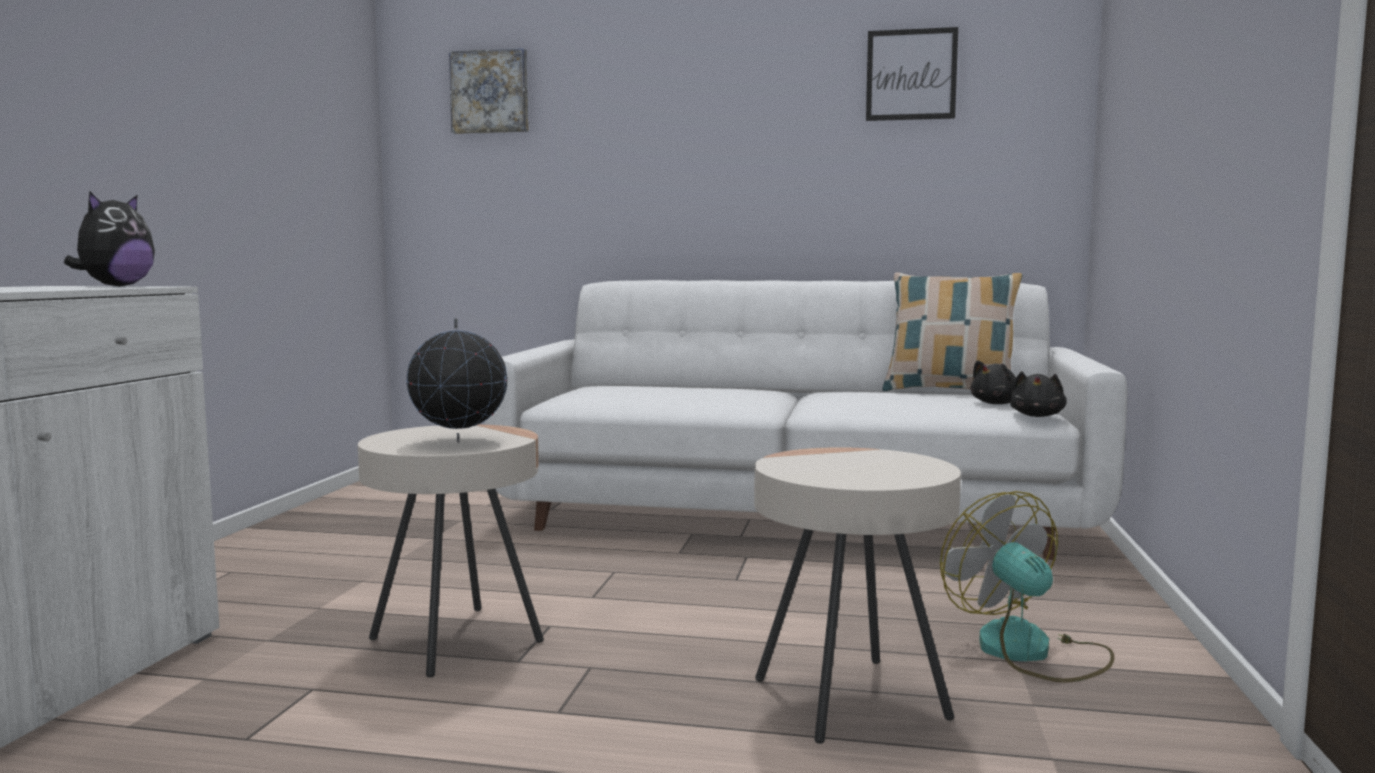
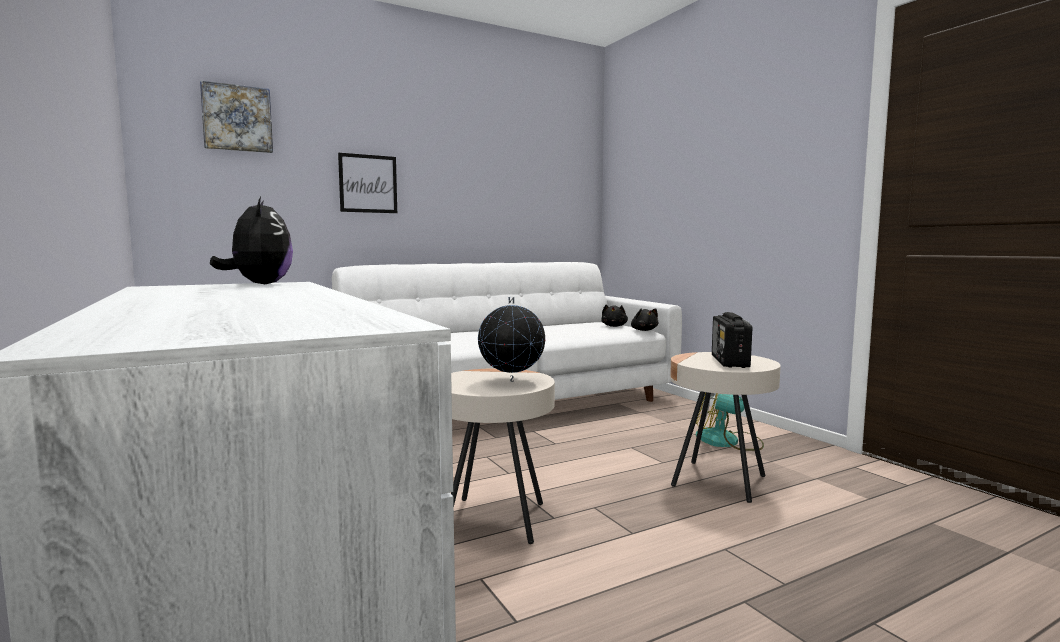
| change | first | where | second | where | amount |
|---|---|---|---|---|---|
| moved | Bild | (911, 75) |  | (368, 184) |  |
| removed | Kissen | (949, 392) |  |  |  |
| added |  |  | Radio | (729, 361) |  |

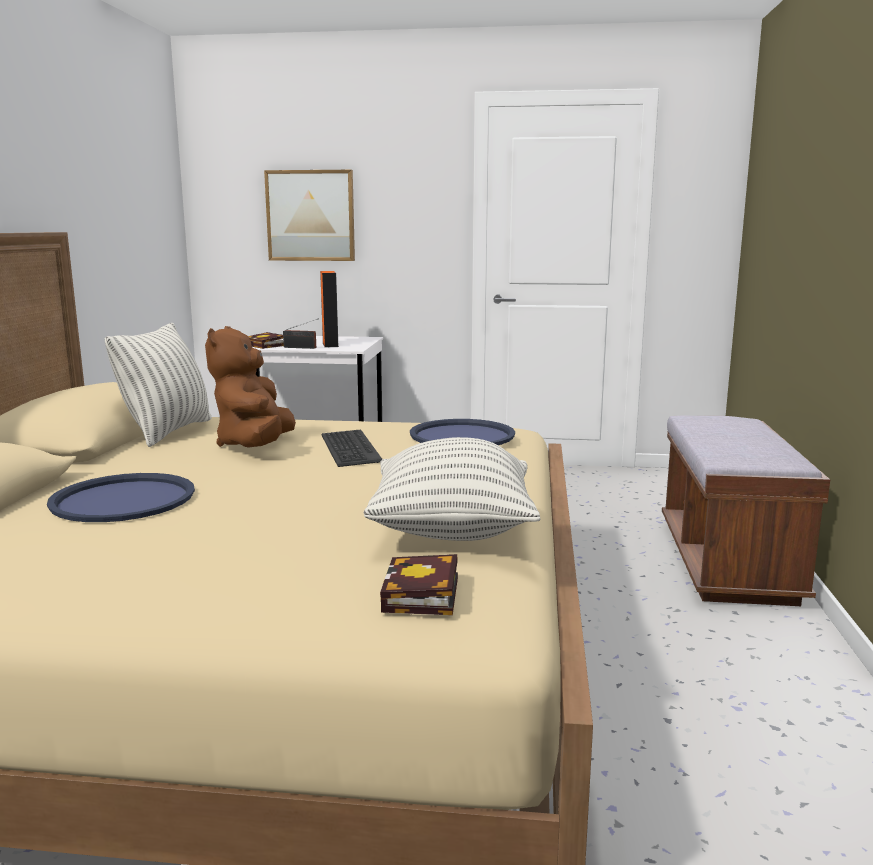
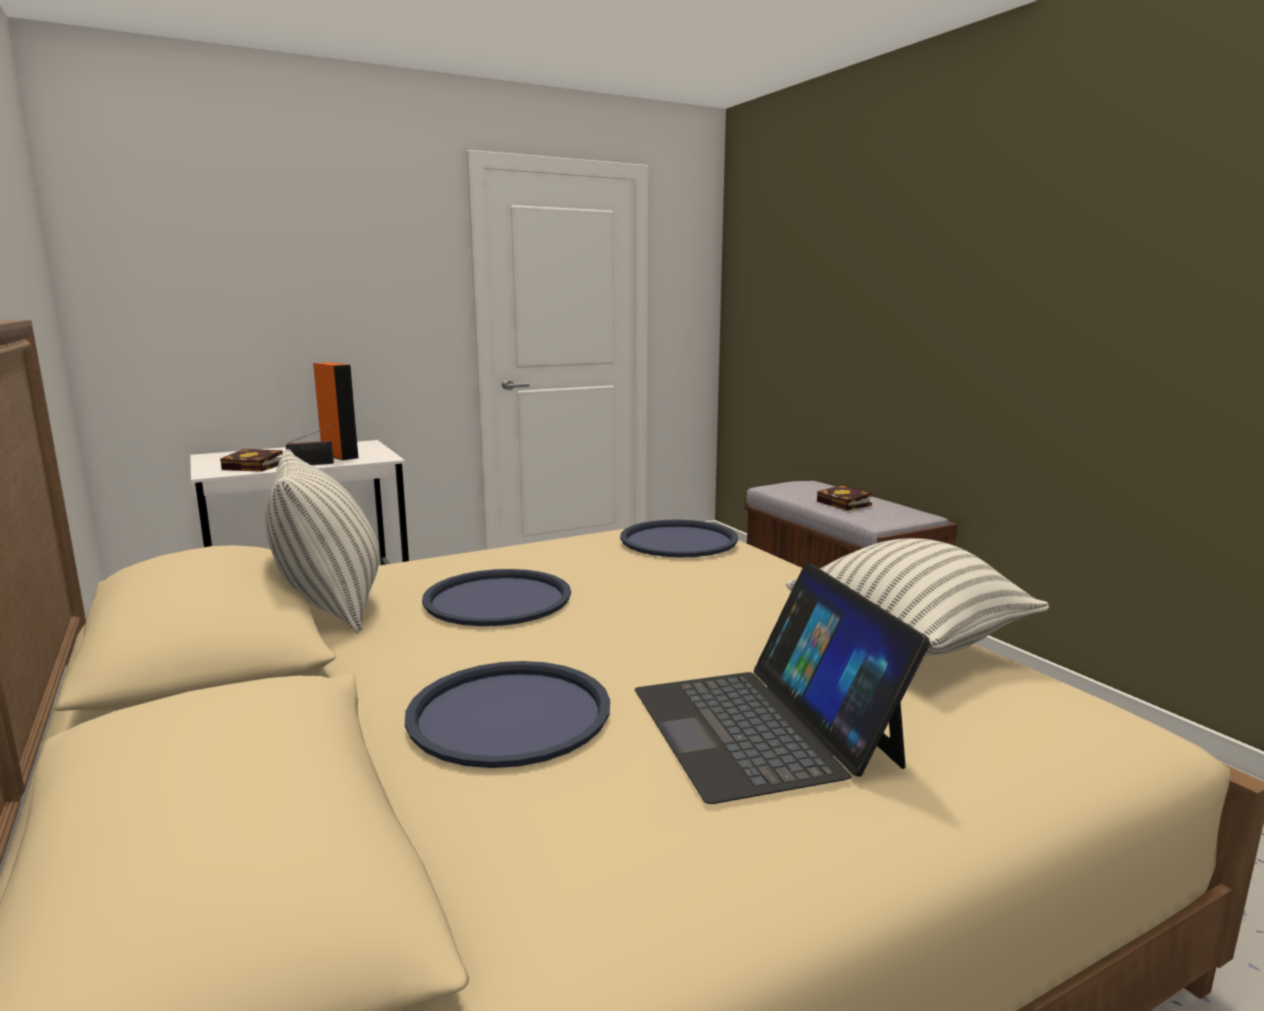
| change | first | where | second | where | amount |
|---|---|---|---|---|---|
| replaced | Plüschtier [braun] | (255, 446) | Tablett [blau] | (497, 599) |  |
| removed | Bild | (310, 216) |  |  |  |
| removed | Tastatur | (349, 449) |  |  |  |
| moved | Buch | (422, 596) |  | (846, 504) |  |
| added |  |  | Laptop | (763, 725) |  |

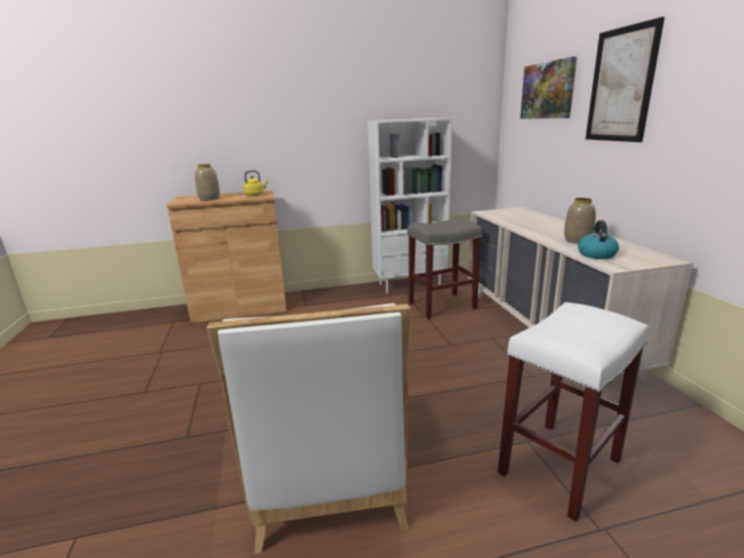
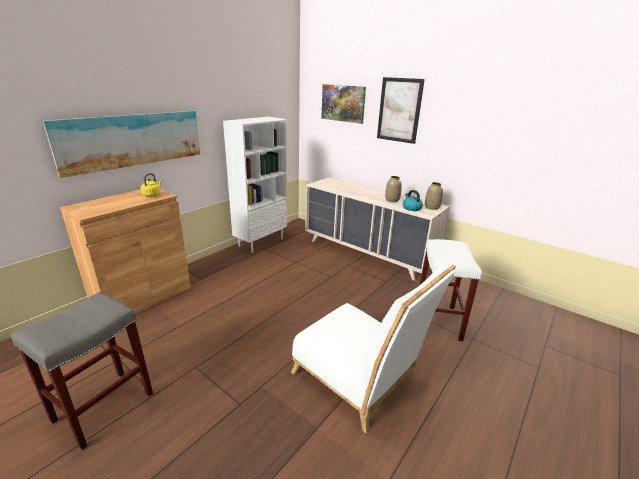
| change | first | where | second | where | amount |
|---|---|---|---|---|---|
| moved | Vase | (209, 199) |  | (432, 207) |  |
| moved | Hocker [grau] | (442, 305) |  | (104, 405) |  |
| added |  |  | Bild | (133, 140) |  |

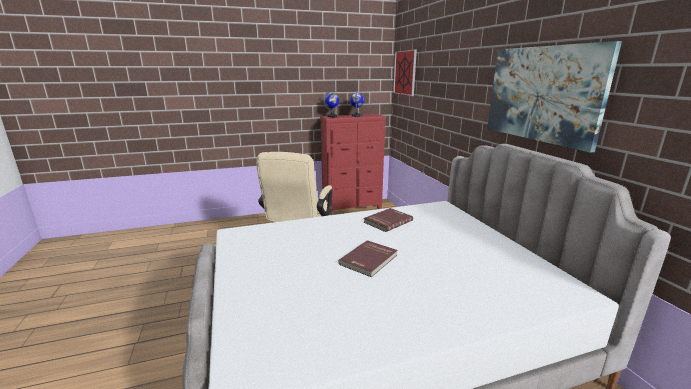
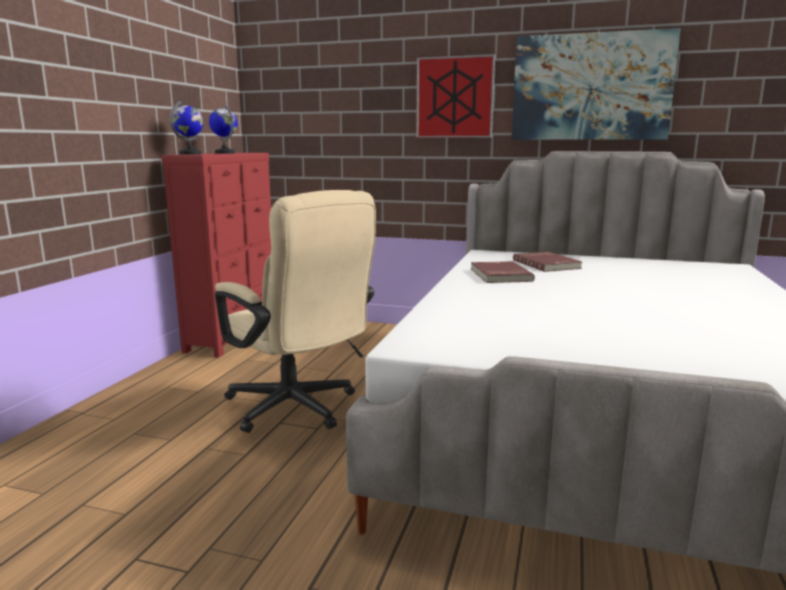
| change | first | where | second | where | amount |
|---|---|---|---|---|---|
| moved | Buch [rot] | (369, 260) |  | (547, 264) |  |
| moved | Bild | (405, 73) |  | (454, 97) |  |

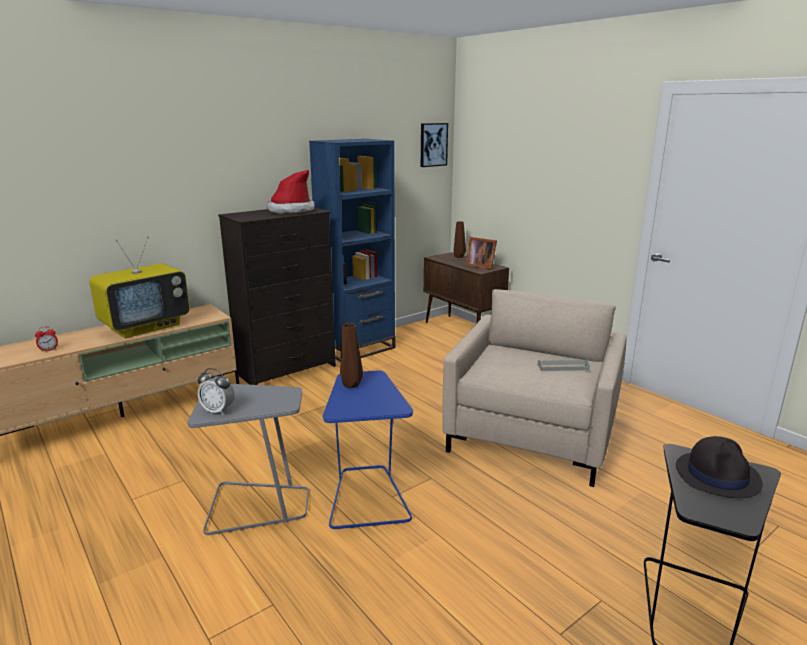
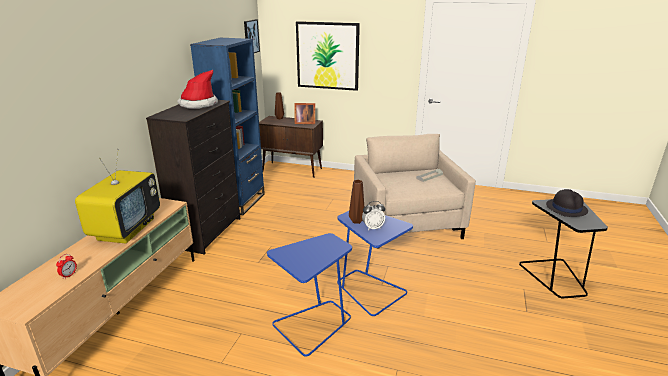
| change | first | where | second | where | amount |
|---|---|---|---|---|---|
| recoloured | Beistelltisch [grau] | (256, 506) | Beistelltisch [blau] | (313, 325) |  |
| moved | Wecker | (218, 411) |  | (373, 227) |  |
| added |  |  | Bild | (327, 56) |  |

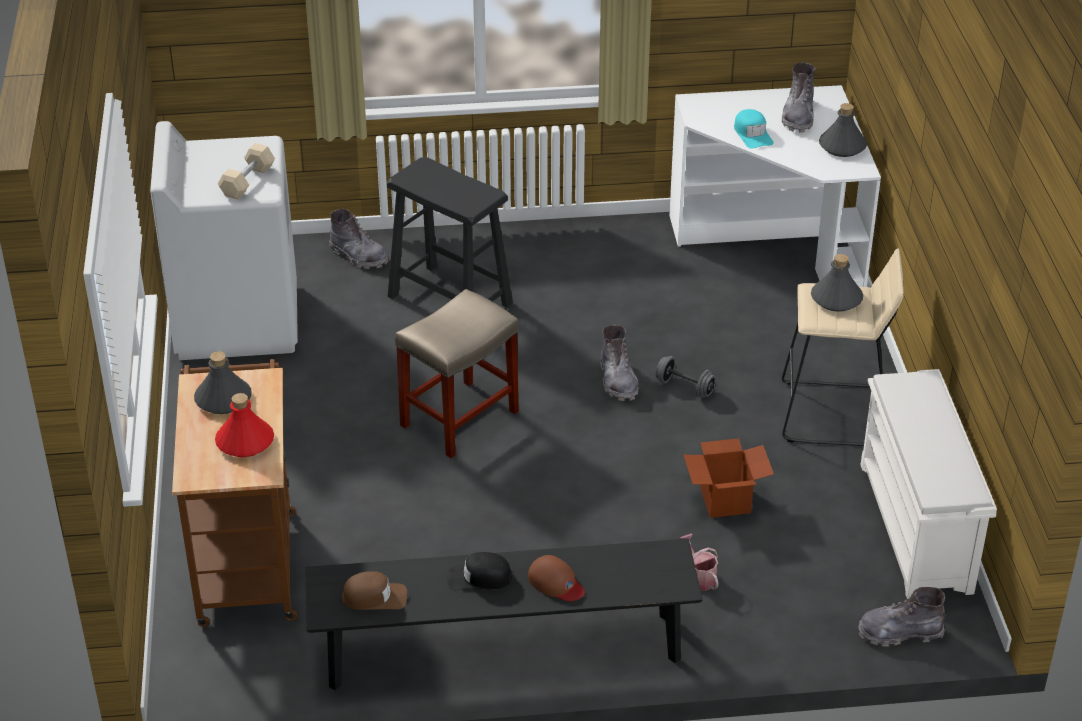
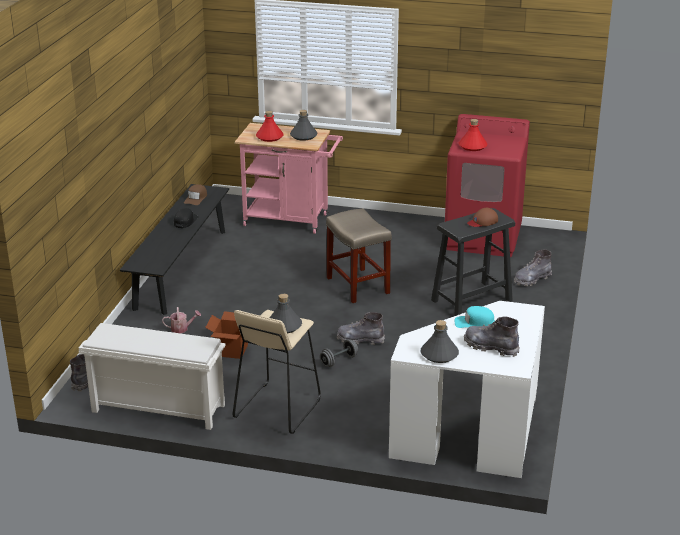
| change | first | where | second | where | amount |
|---|---|---|---|---|---|
| recoloured | Waschmaschine [weiß] | (236, 320) | Waschmaschine [rot] | (483, 238) |  |
| recoloured | Rollwagen [braun] | (246, 560) | Rollwagen [rosa] | (291, 220) |  |
| replaced | Hantel [beige] | (247, 181) | Flasche [rot] | (473, 146) |  |
| moved | Kappe [braun] | (556, 582) |  | (482, 221) |  |

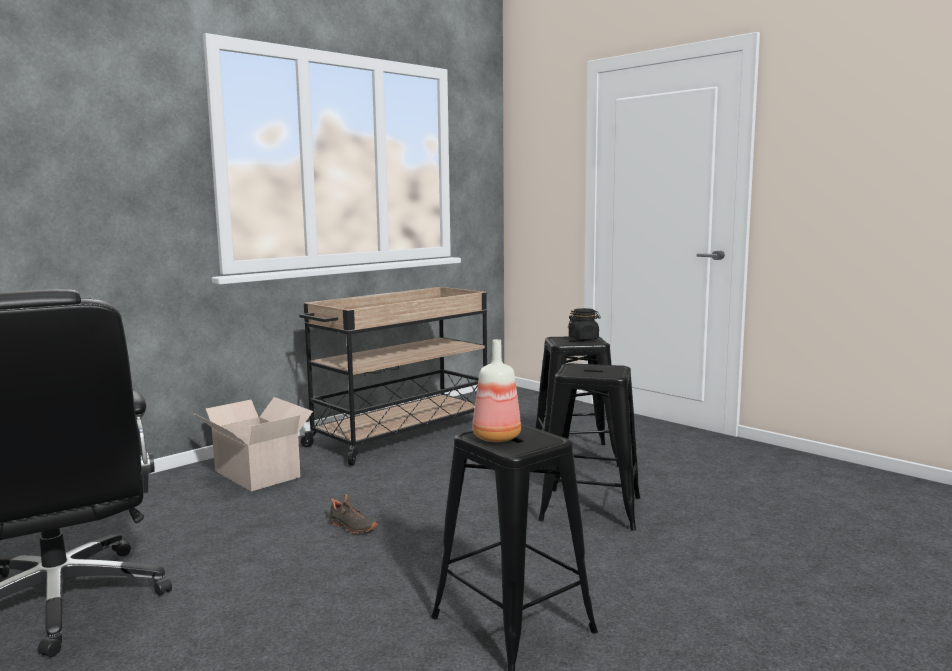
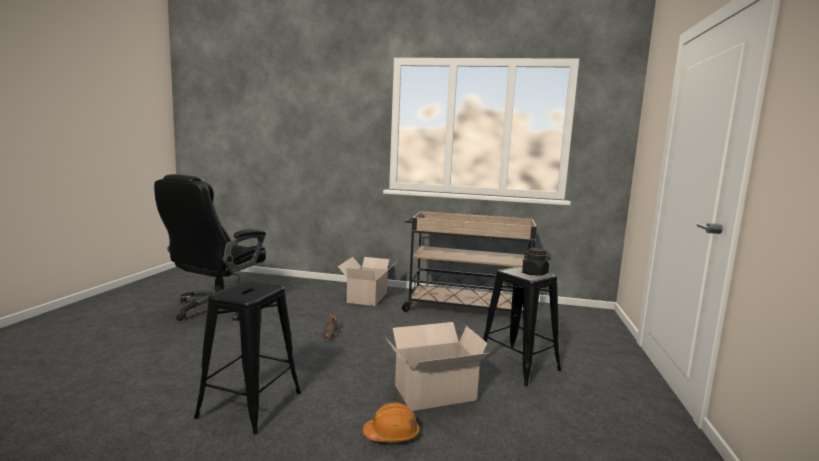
| change | first | where | second | where | amount |
|---|---|---|---|---|---|
| removed | Flasche | (495, 438) |  |  |  |
| replaced | Hocker [schwarz] | (592, 509) | Karton | (432, 393) |  |
| added |  |  | Schutzhelm [orange] | (392, 434) |  |

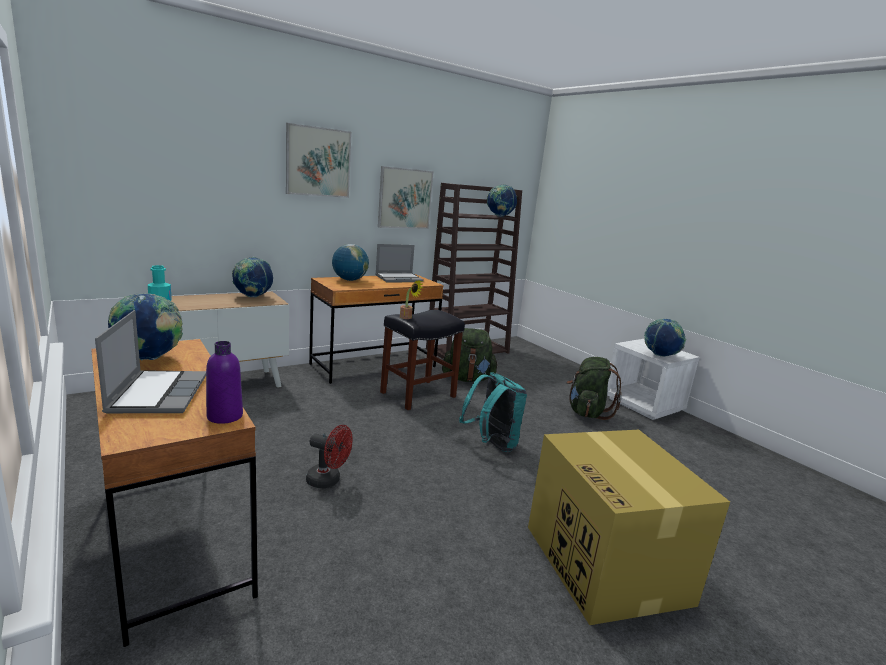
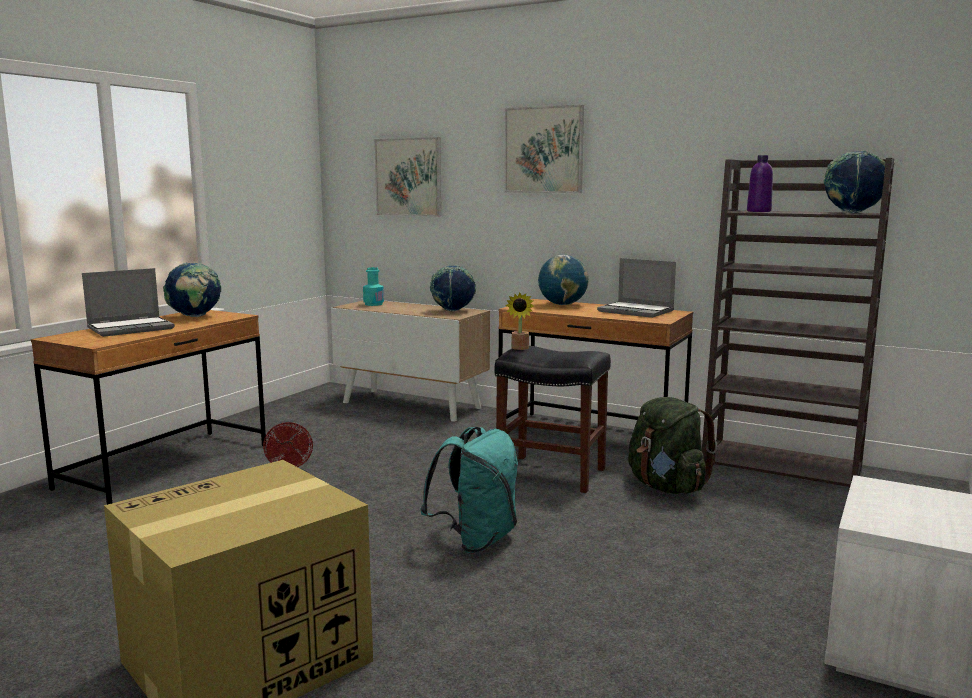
| change | first | where | second | where | amount |
|---|---|---|---|---|---|
| moved | Flasche [lila] | (225, 416) |  | (759, 211) |  |
| moved | Bild | (405, 198) |  | (408, 177) |  |
| removed | Rucksack [grün] | (586, 412) |  |  |  |
| removed | Globus | (660, 356) |  |  |  |

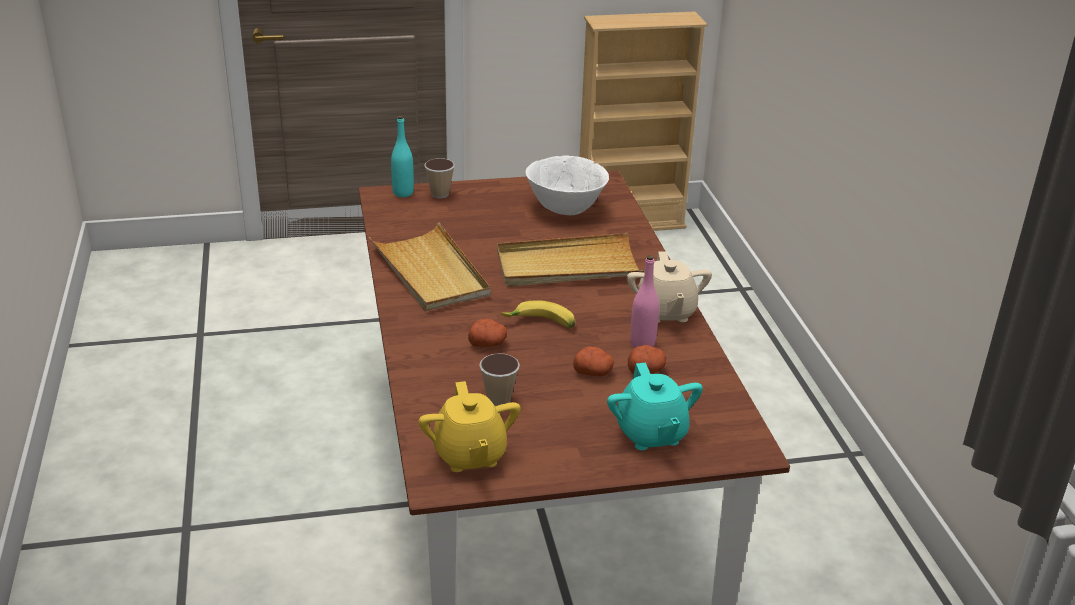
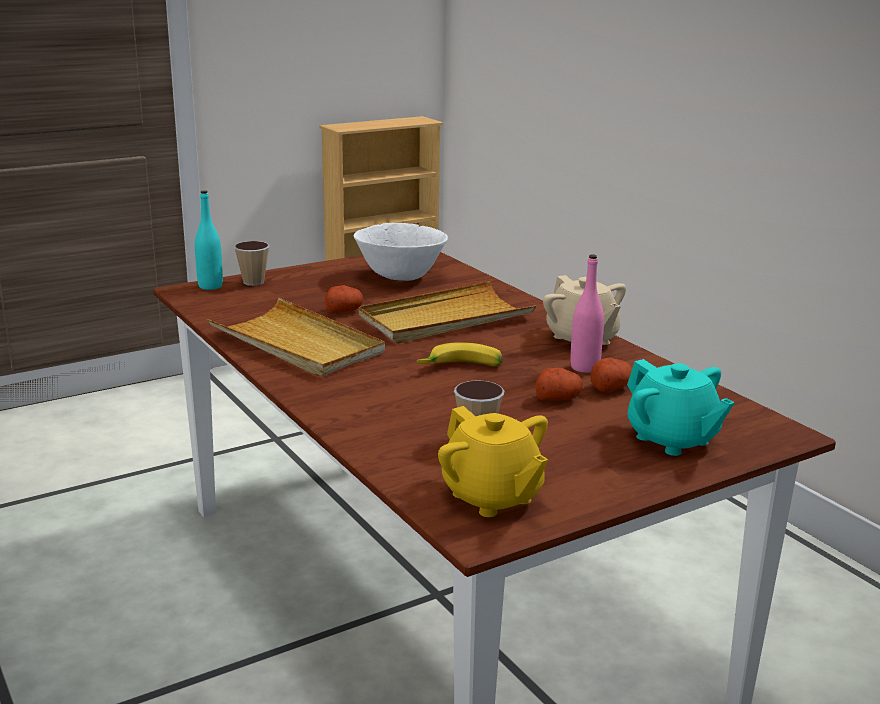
| change | first | where | second | where | amount |
|---|---|---|---|---|---|
| moved | Kartoffel | (488, 343) |  | (344, 311) |  |

